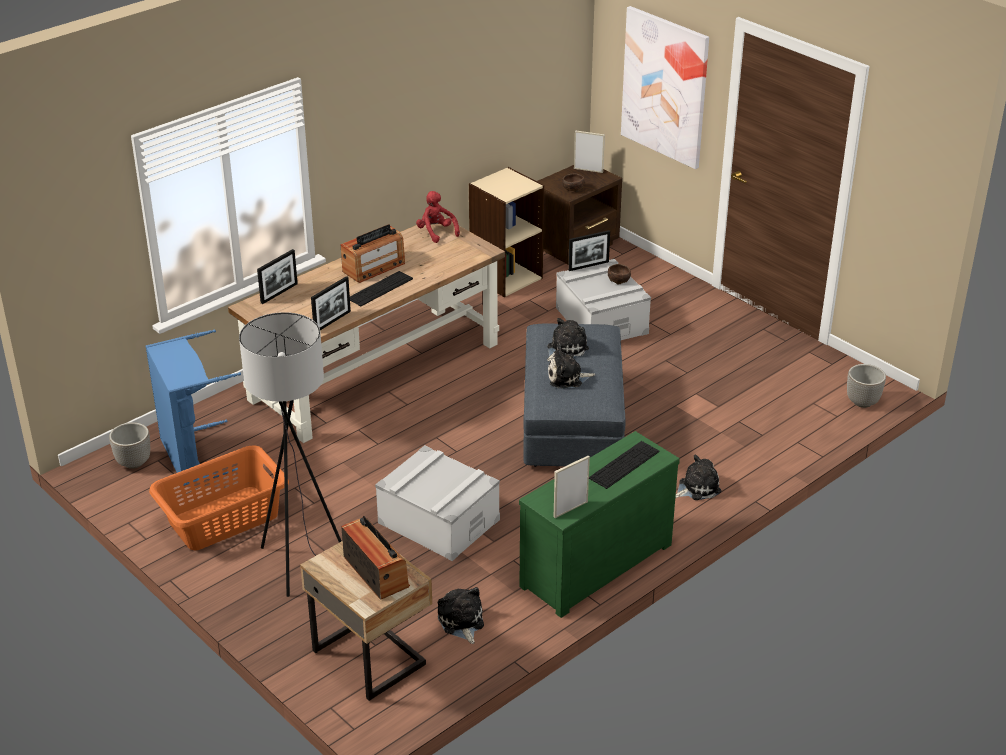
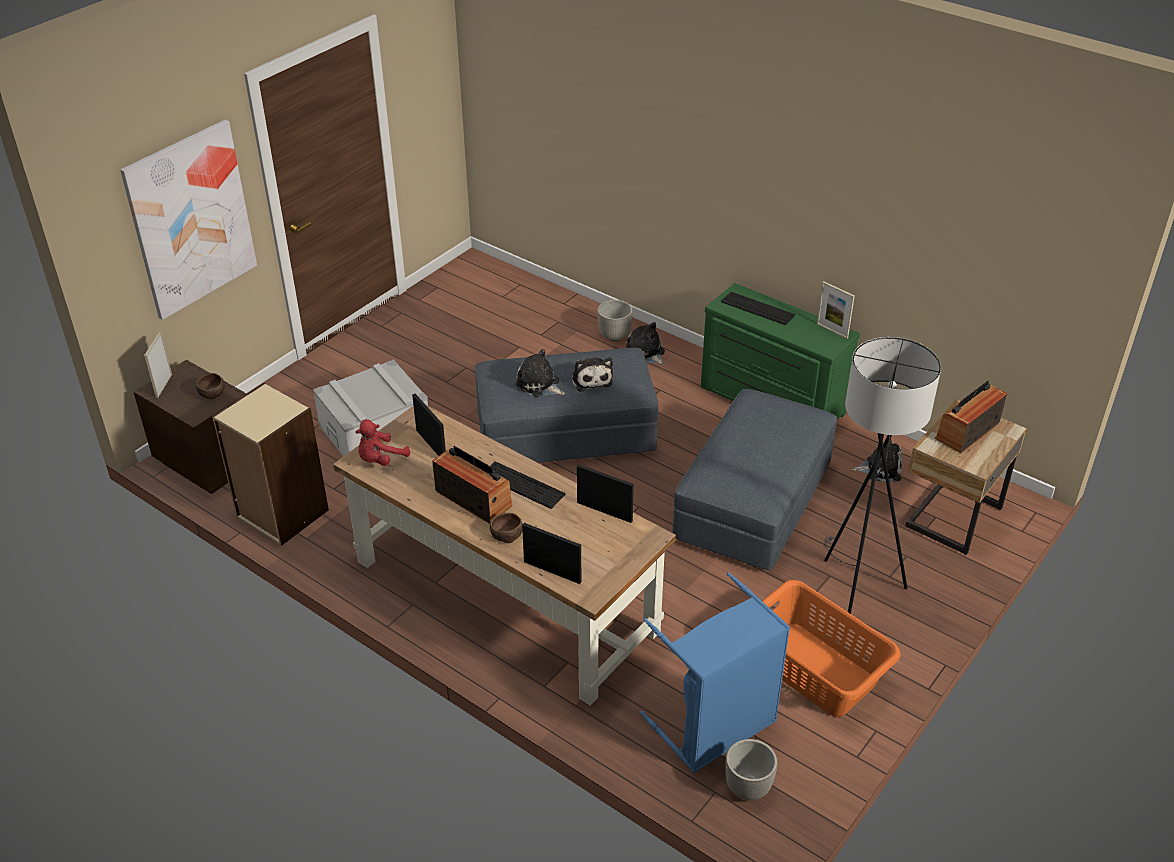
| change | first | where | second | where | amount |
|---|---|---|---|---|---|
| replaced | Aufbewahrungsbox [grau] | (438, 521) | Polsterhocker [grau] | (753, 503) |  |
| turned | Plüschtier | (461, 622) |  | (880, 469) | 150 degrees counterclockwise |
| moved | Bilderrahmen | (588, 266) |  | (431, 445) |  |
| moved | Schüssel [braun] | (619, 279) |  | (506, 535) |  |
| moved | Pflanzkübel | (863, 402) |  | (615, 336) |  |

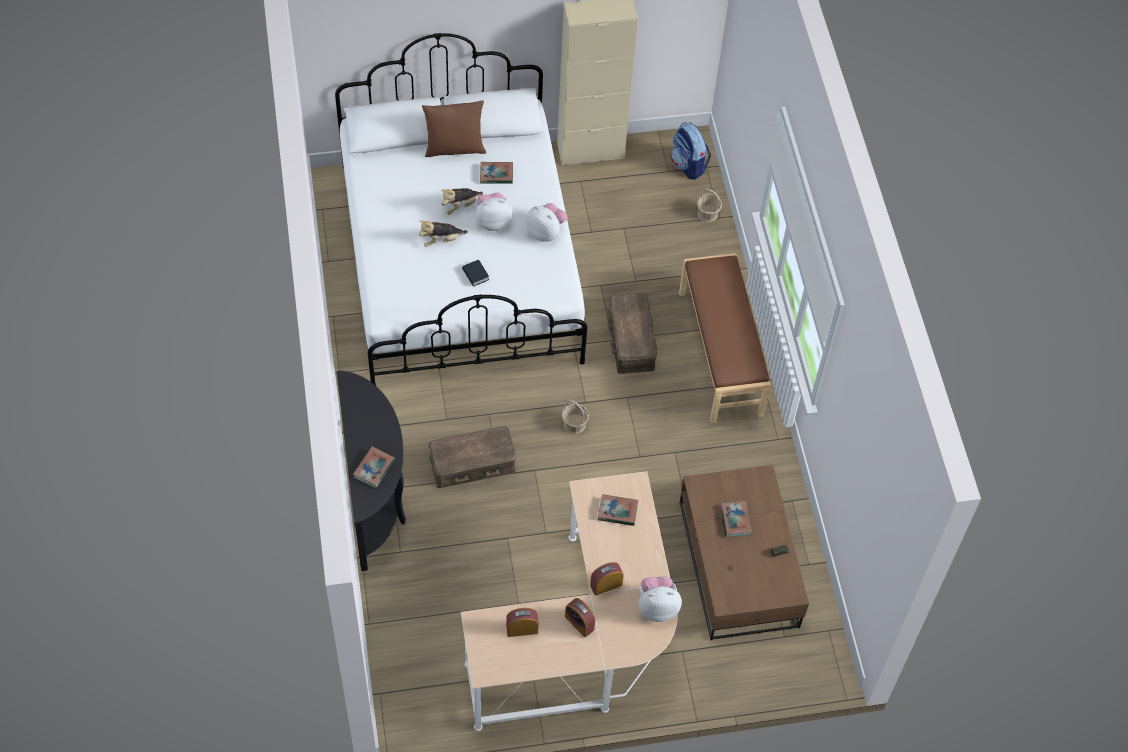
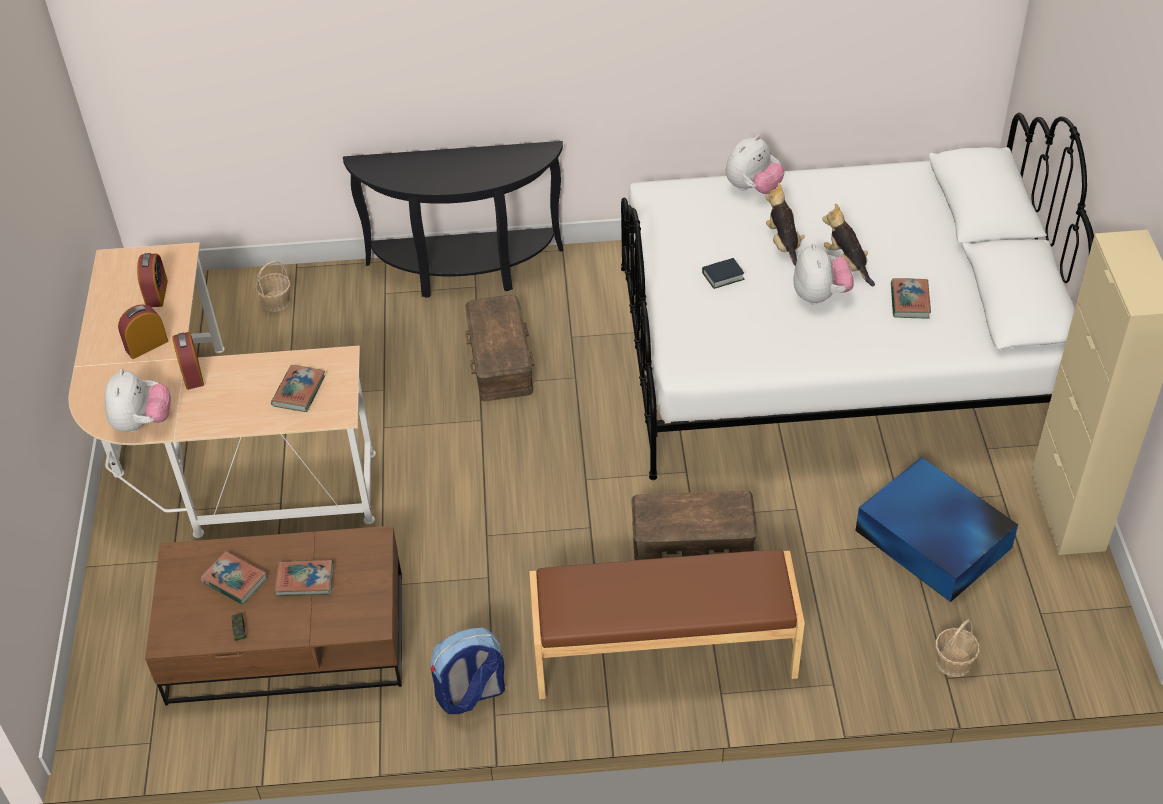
| change | first | where | second | where | amount |
|---|---|---|---|---|---|
| moved | Buch | (374, 469) |  | (234, 580) |  |
| removed | Kissen [braun] | (454, 148) |  |  |  |
| moved | Plüschtier | (546, 232) |  | (753, 188) |  |
| moved | Korb | (574, 424) |  | (276, 302) |  |
| moved | Rucksack | (688, 165) |  | (471, 694) |  |
| added |  |  | Aufbewahrungsbox [blau] | (934, 541) |  |

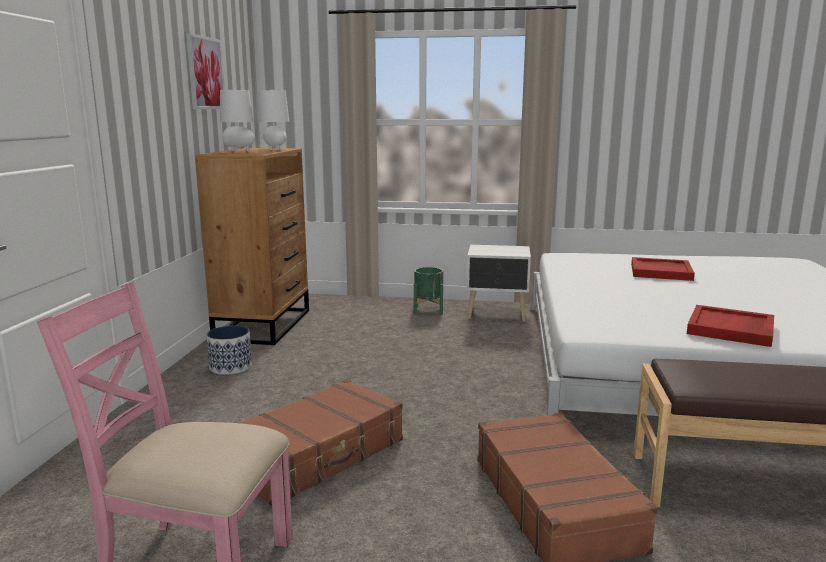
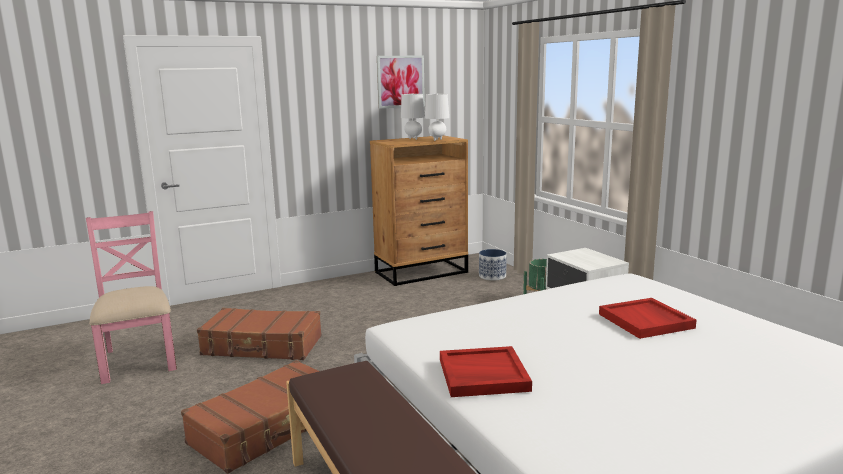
| change | first | where | second | where | amount |
|---|---|---|---|---|---|
| moved | Pflanzkübel | (230, 367) |  | (492, 276) |  |

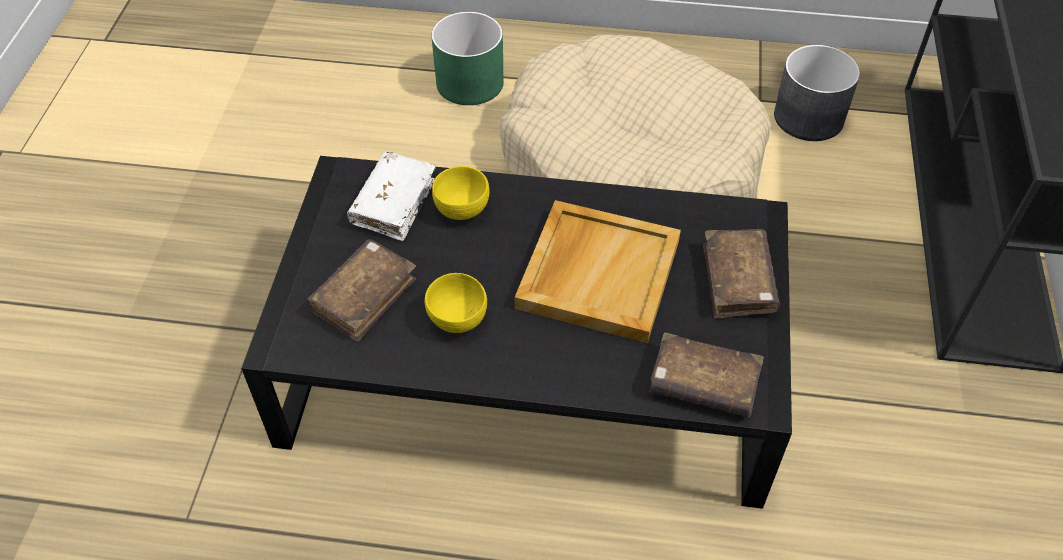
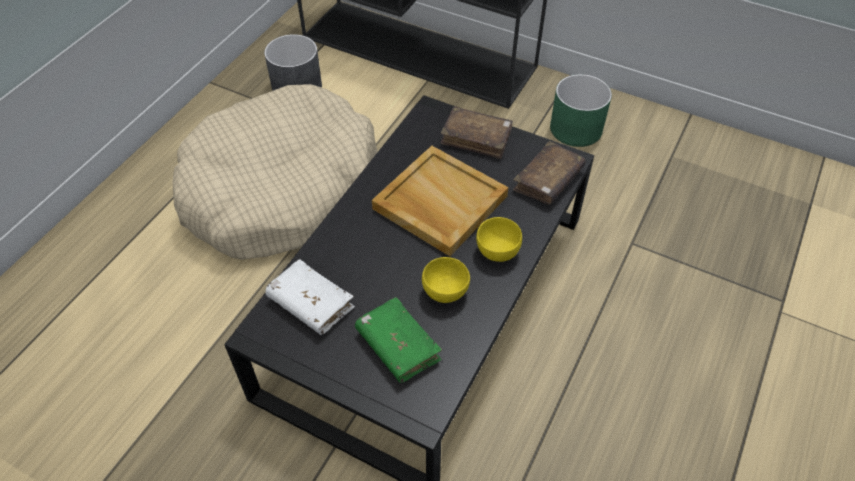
| change | first | where | second | where | amount |
|---|---|---|---|---|---|
| recoloured | Buch [braun] | (364, 296) | Buch [grün] | (398, 346) |  |
| moved | Pflanzkübel [grün] | (470, 83) |  | (576, 129) |  |
| moved | Schüssel [gelb] | (463, 210) |  | (498, 251) |  |

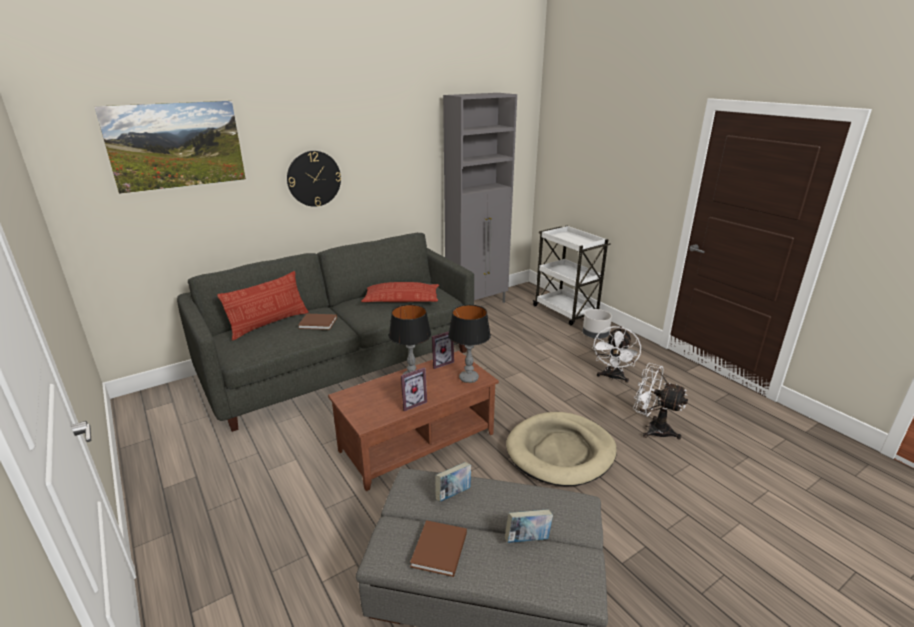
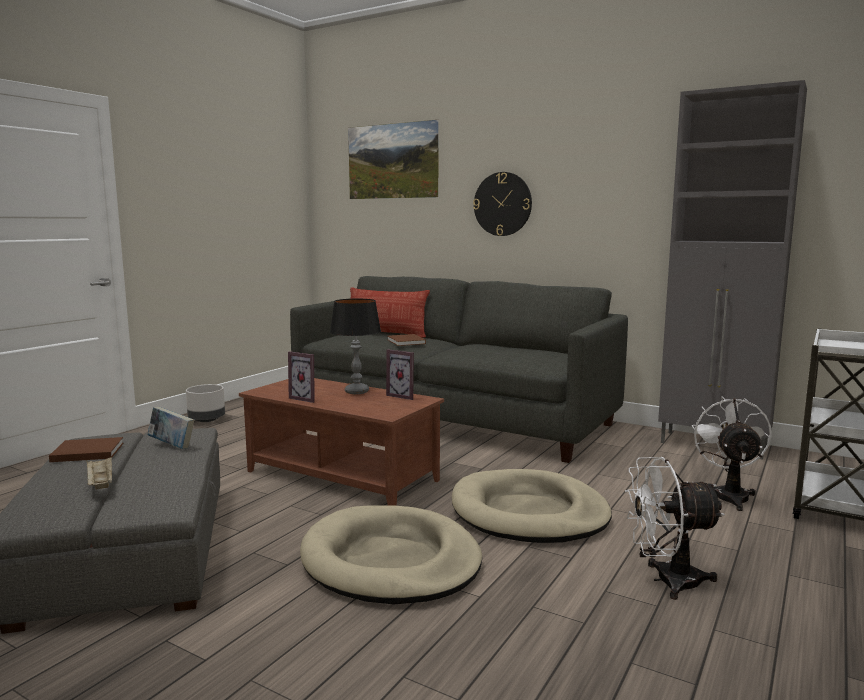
| change | first | where | second | where | amount |
|---|---|---|---|---|---|
| removed | Kissen | (401, 299) |  |  |  |
| removed | Tischlampe | (468, 378) |  |  |  |
| replaced | Buch | (527, 539) | Tablett [beige] | (100, 483) |  |
| moved | Pflanzkübel [grau] | (595, 335) |  | (207, 420) |  |
| moved | Ventilator [weiß] | (652, 429) |  | (729, 494) |  |
| added |  |  | Hundebett [beige] | (529, 513) |  |

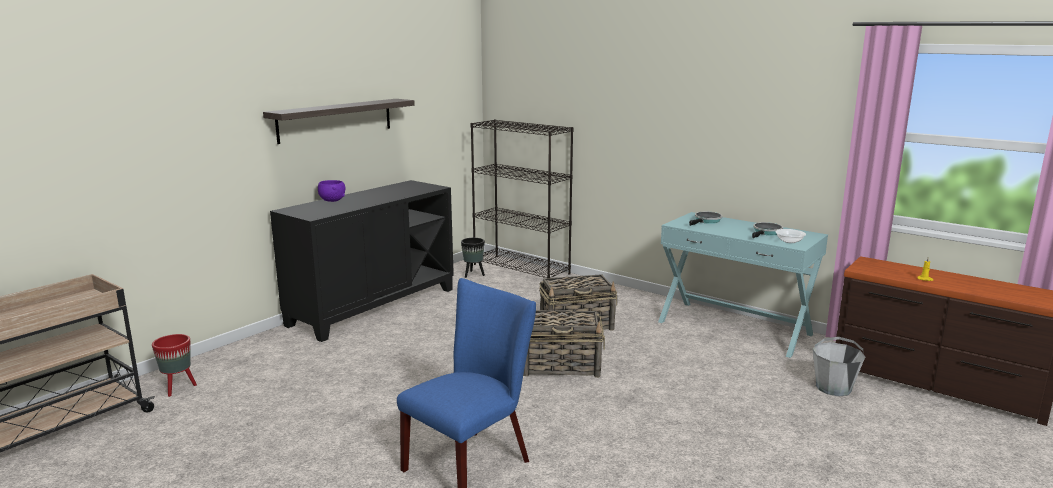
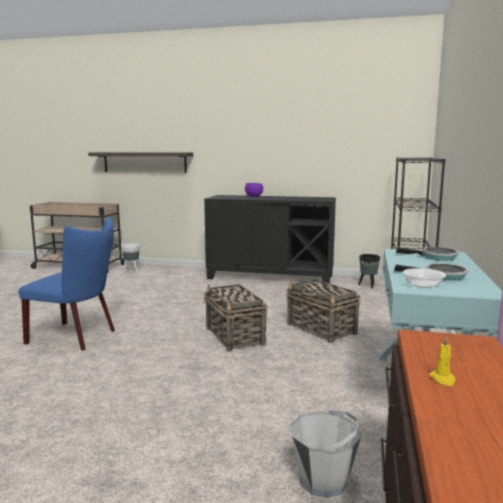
| change | first | where | second | where | amount |
|---|---|---|---|---|---|
| recoloured | Pflanzkübel [rot] | (178, 388) | Pflanzkübel [weiß] | (132, 271) |  |
| moved | Wandregal | (336, 120) |  | (144, 162) |  |

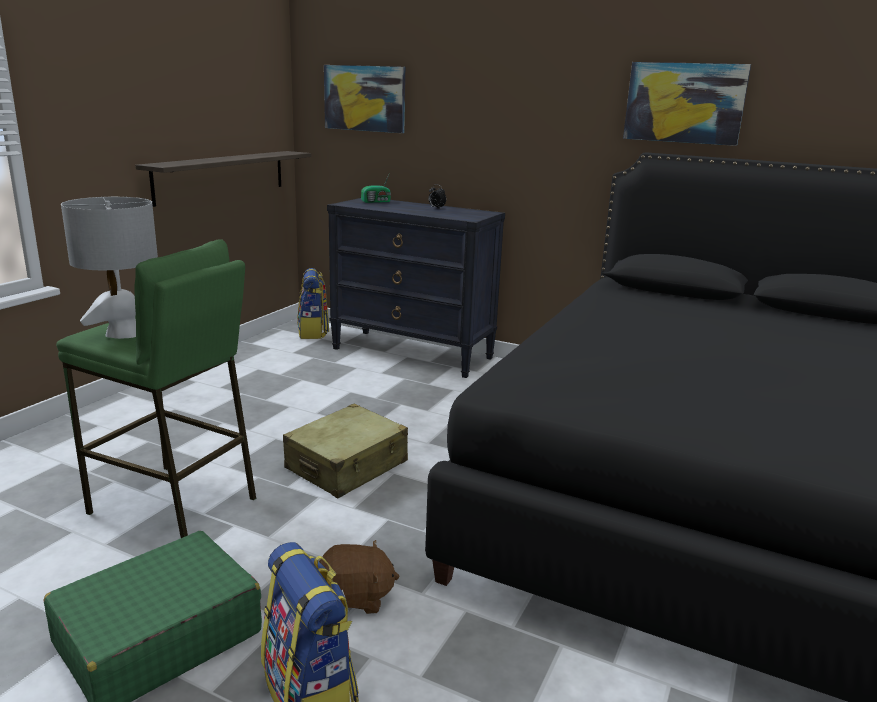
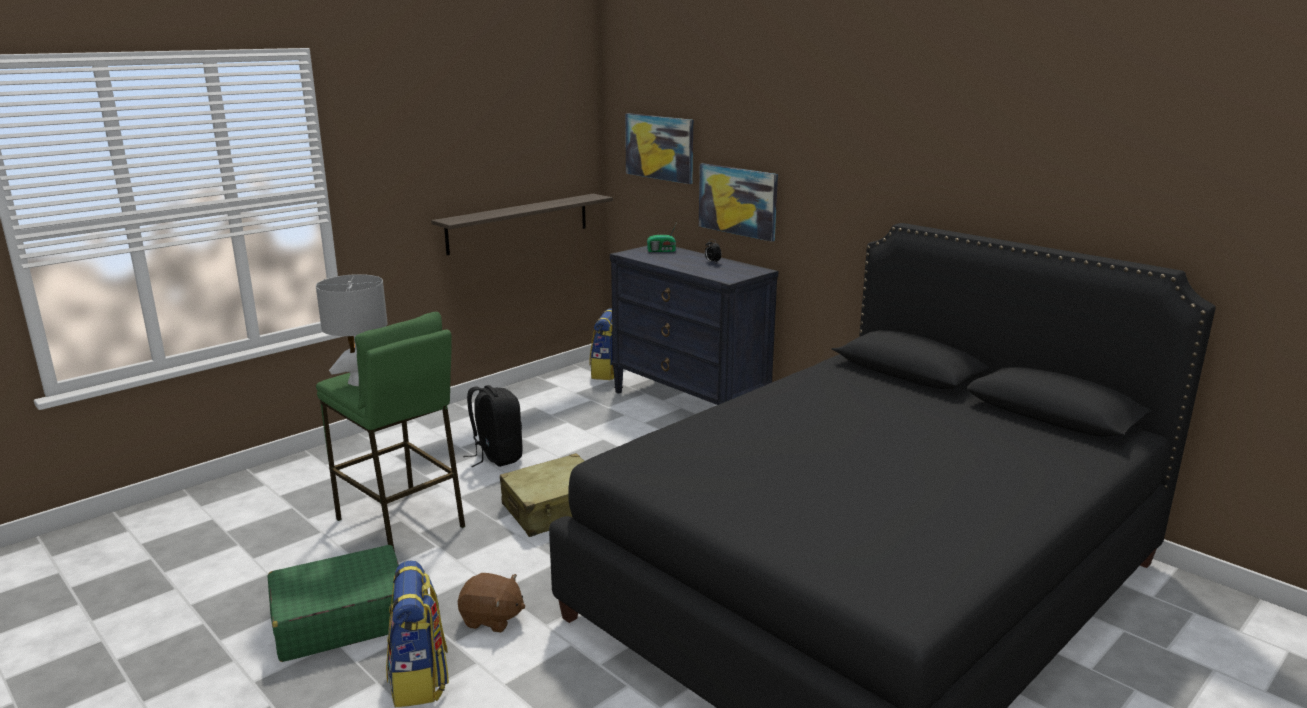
| change | first | where | second | where | amount |
|---|---|---|---|---|---|
| moved | Bild | (684, 103) |  | (738, 201) |  |
| added |  |  | Rucksack [schwarz] | (496, 457) |  |

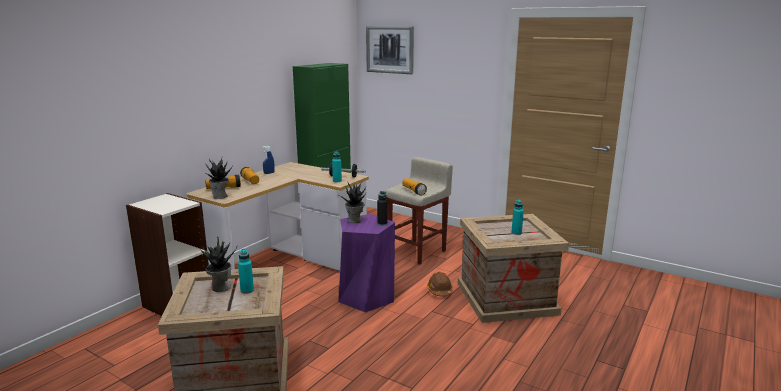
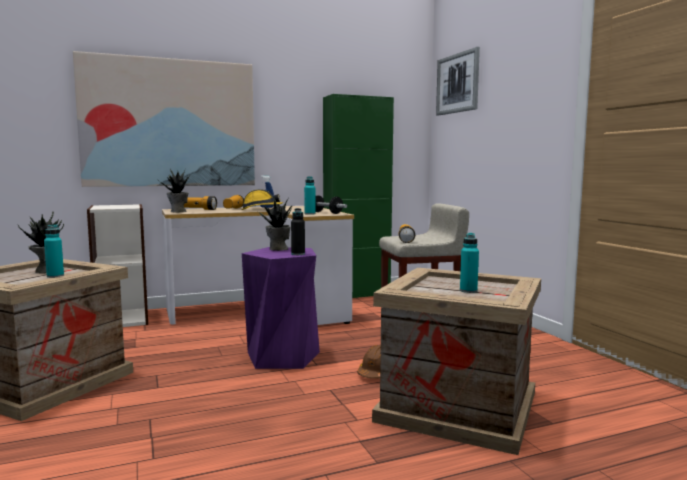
| change | first | where | second | where | amount |
|---|---|---|---|---|---|
| added |  |  | Bild | (170, 123) |  |
| added |  |  | Schutzhelm | (261, 209) |  |

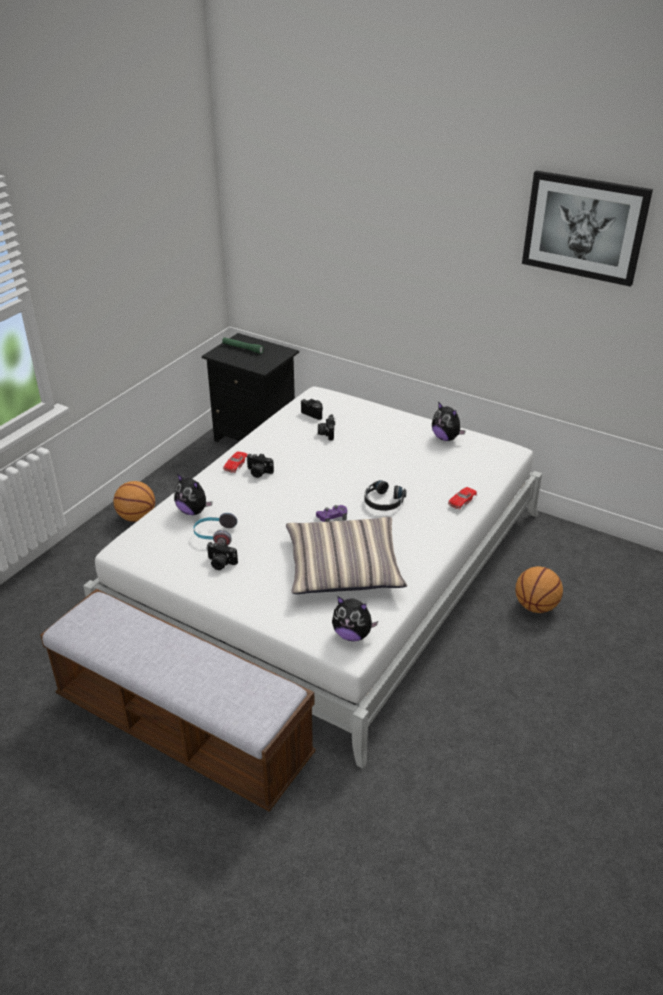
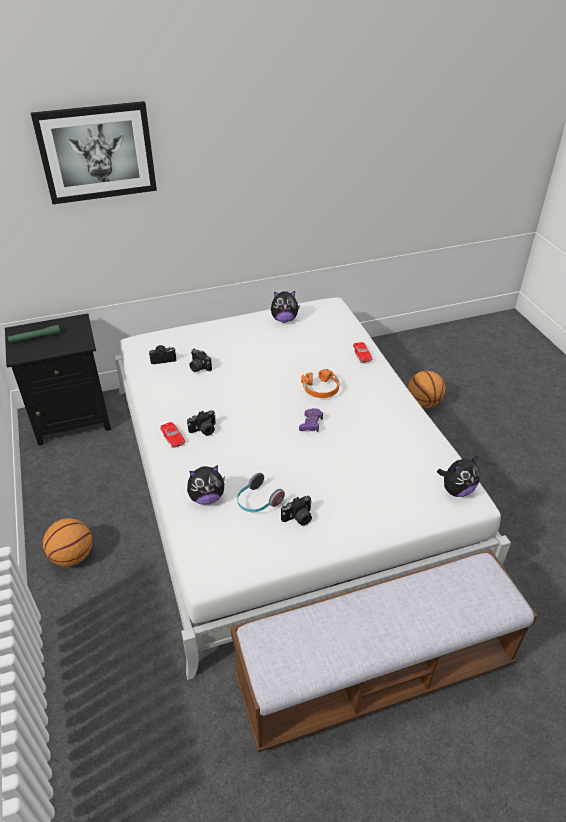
| change | first | where | second | where | amount |
|---|---|---|---|---|---|
| removed | Kissen | (344, 567) |  |  |  |
| recoloured | Kopfhörer [schwarz] | (383, 501) | Kopfhörer [orange] | (321, 389) |  |
| moved | Bild | (584, 227) |  | (97, 152) |  |

